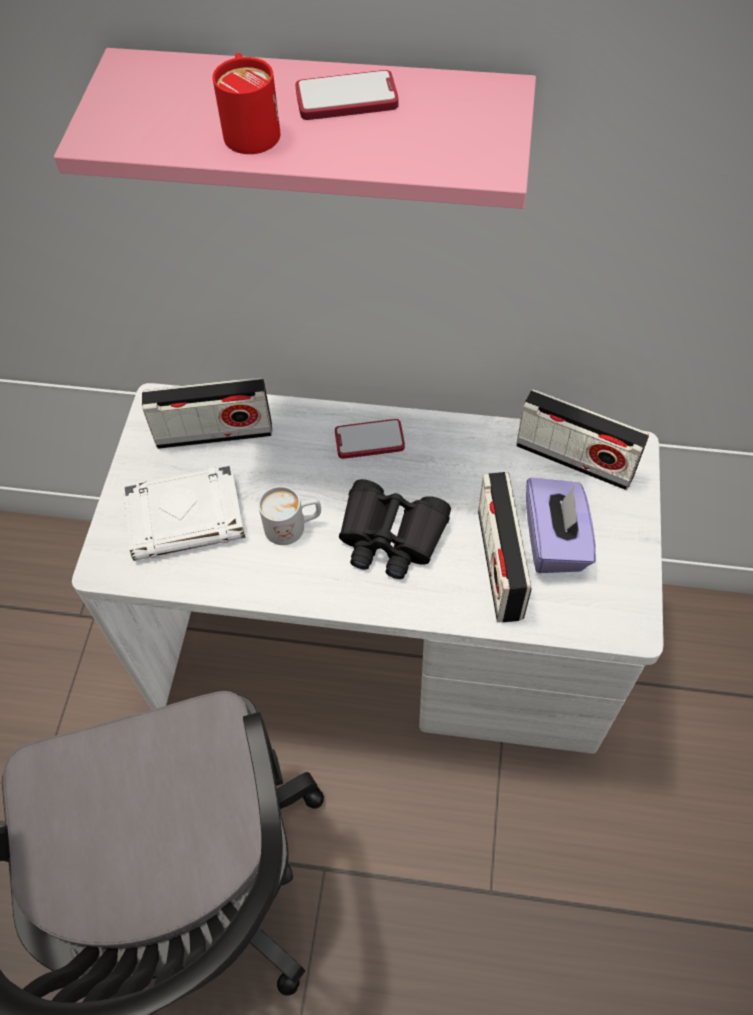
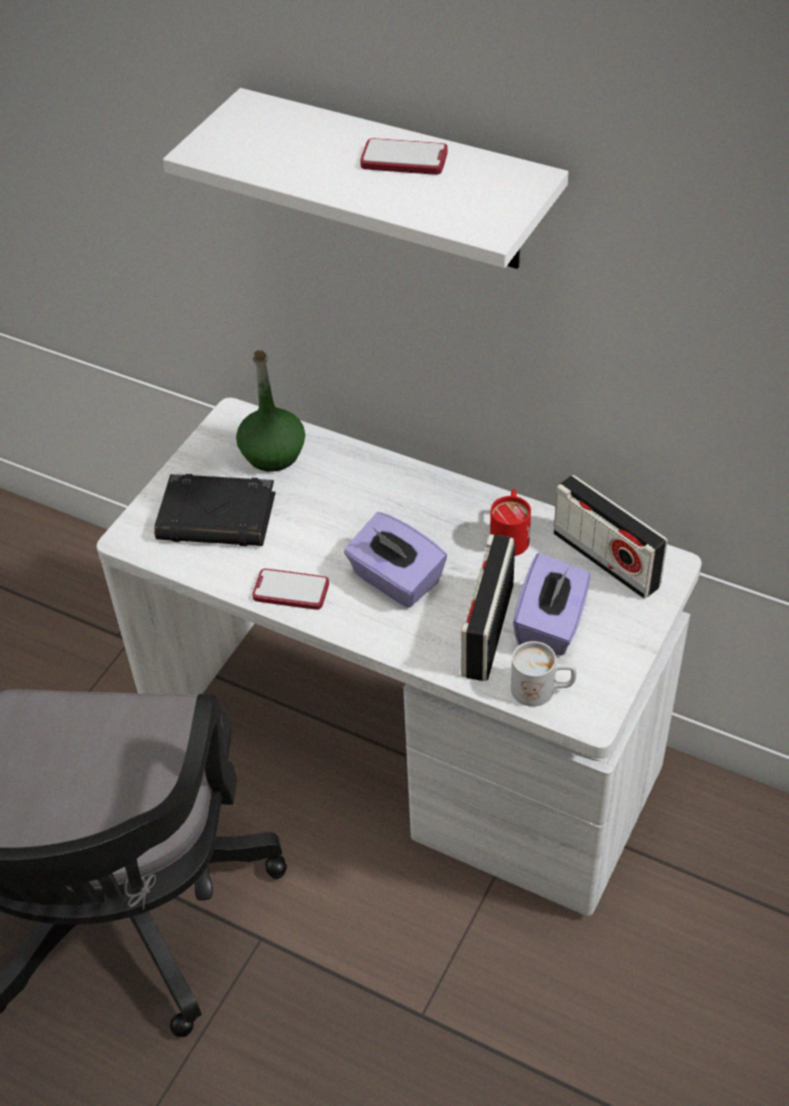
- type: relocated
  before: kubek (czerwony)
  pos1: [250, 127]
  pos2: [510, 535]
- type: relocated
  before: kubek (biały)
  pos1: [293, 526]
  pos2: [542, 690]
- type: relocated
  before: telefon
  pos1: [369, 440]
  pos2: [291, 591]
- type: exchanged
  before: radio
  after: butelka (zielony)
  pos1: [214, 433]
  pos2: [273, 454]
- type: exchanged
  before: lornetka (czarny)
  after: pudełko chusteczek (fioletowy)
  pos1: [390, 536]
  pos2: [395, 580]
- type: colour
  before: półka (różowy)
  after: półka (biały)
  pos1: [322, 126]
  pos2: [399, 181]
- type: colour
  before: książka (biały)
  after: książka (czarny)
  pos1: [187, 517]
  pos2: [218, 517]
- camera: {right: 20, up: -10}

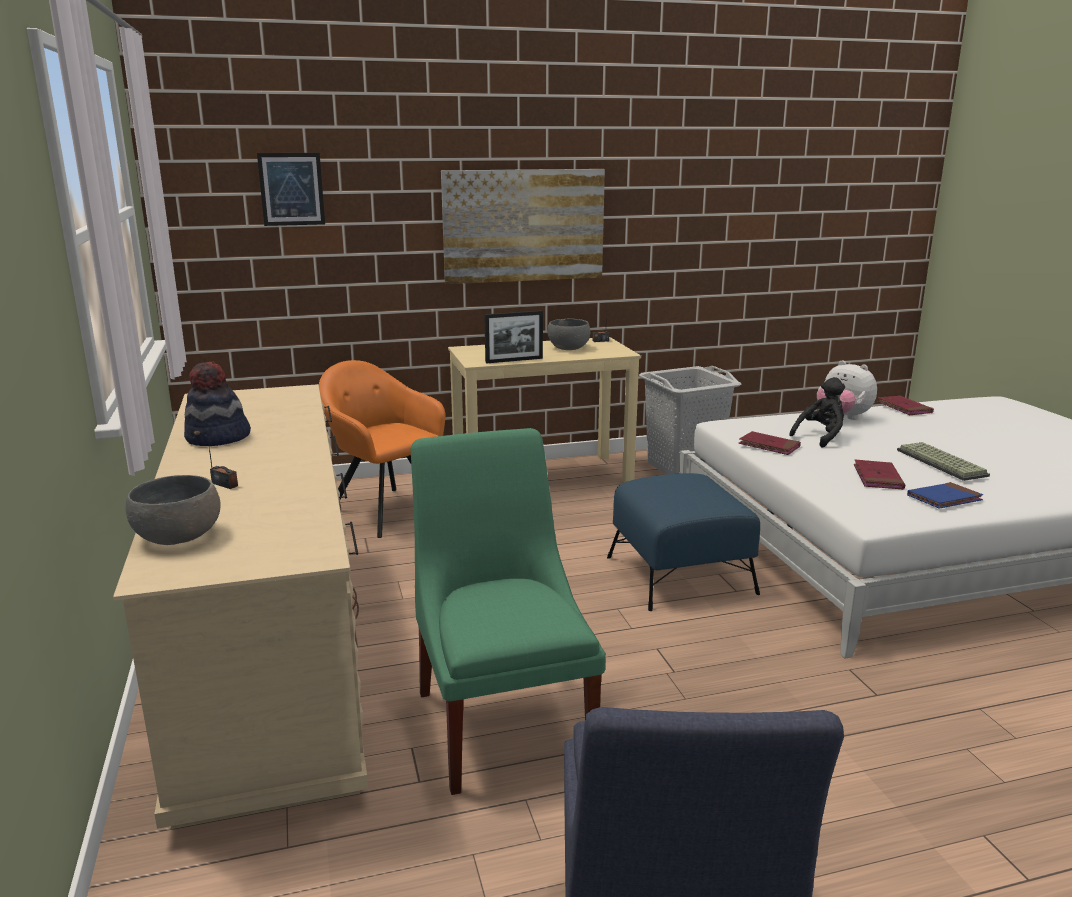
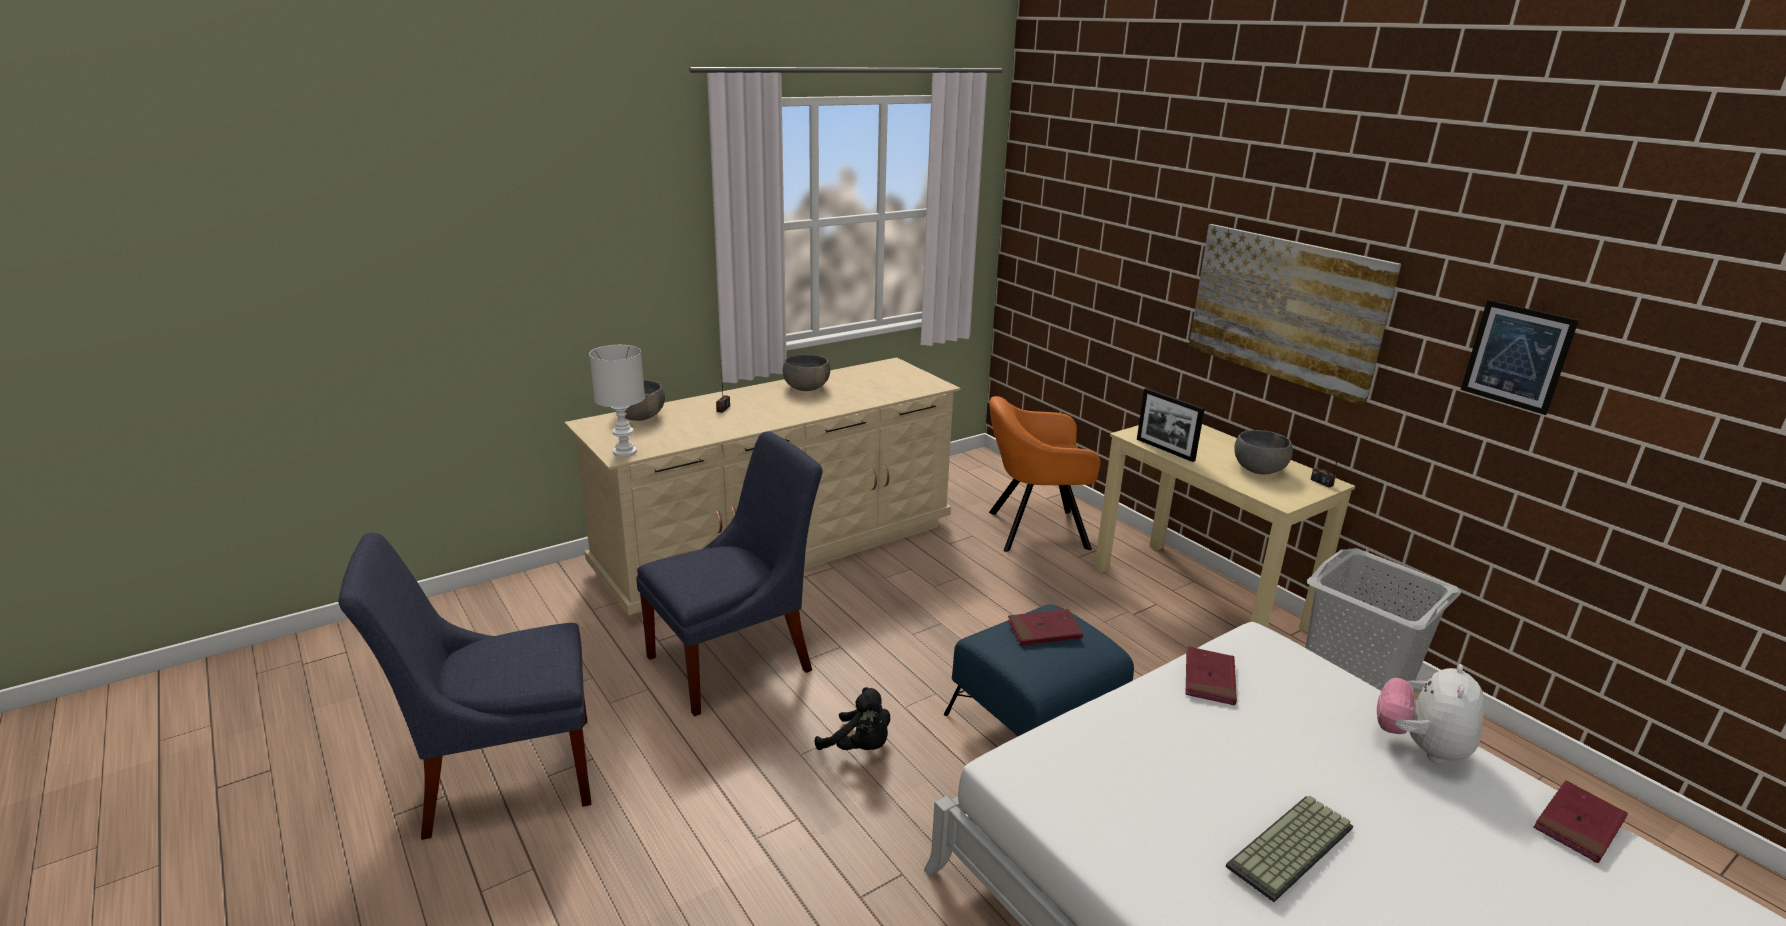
- type: missing
  before: książka (niebieski)
  pos1: [944, 499]
- type: appeared
  after: lampa stołowa (biały)
  pos2: [624, 452]
- type: relocated
  before: obraz
  pos1: [291, 189]
  pos2: [1517, 356]
- type: relocated
  before: pluszak (czarny)
  pos1: [820, 437]
  pos2: [859, 747]
- type: relocated
  before: książka (czerwony)
  pos1: [878, 478]
  pos2: [1044, 631]
- type: exchanged
  before: kapelusz
  after: miska (szary)
  pos1: [218, 438]
  pos2: [806, 388]
- type: colour
  before: krzesło (zielony)
  after: krzesło (niebieski)
  pos1: [503, 719]
  pos2: [736, 661]
- type: spun
  before: fotel (pomarańczowy)
  pos1: [384, 509]
  pos2: [1033, 530]
  turn: -120
- camera: {right: 70, up: 5}

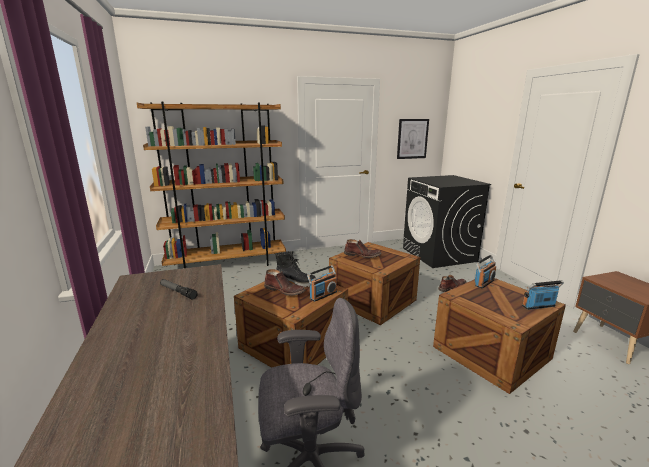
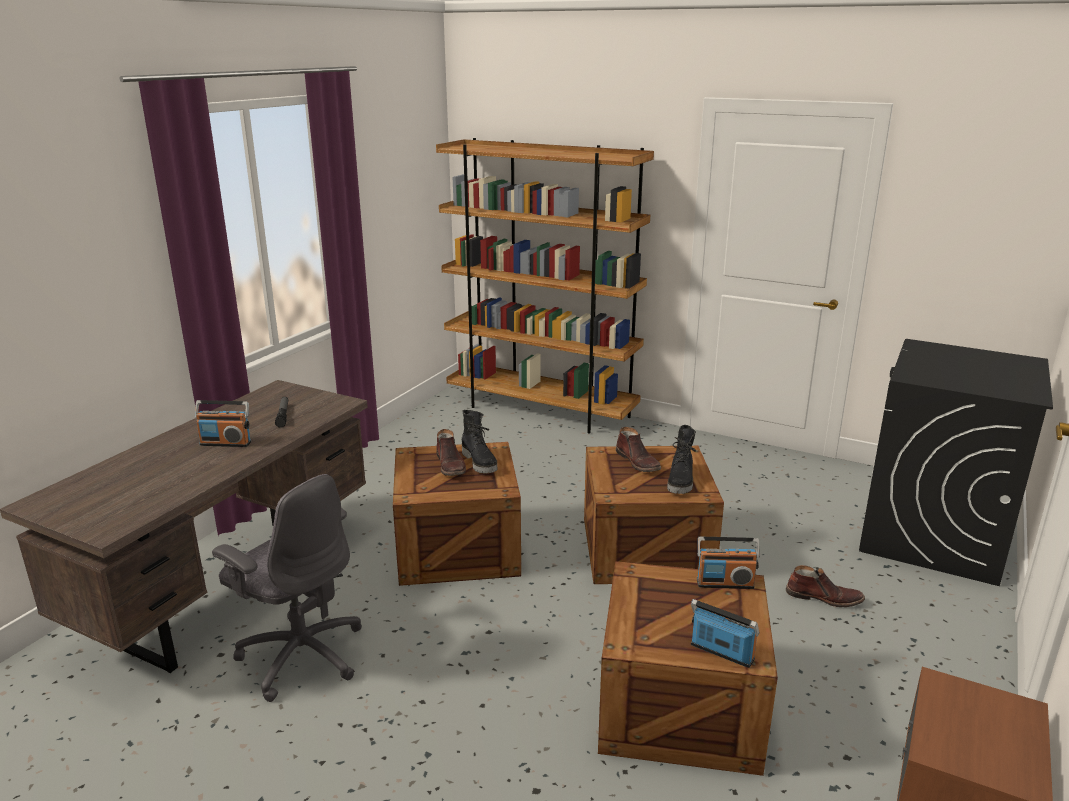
- type: missing
  before: obraz
  pos1: [412, 139]
- type: appeared
  after: but z cholewką (czarny)
  pos2: [681, 481]
- type: relocated
  before: radio
  pos1: [323, 295]
  pos2: [226, 443]
- camera: {right: 45, up: 5}

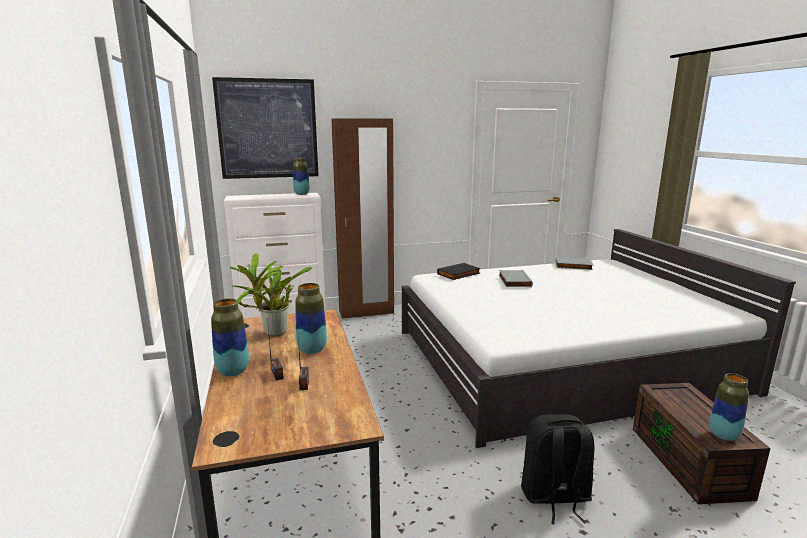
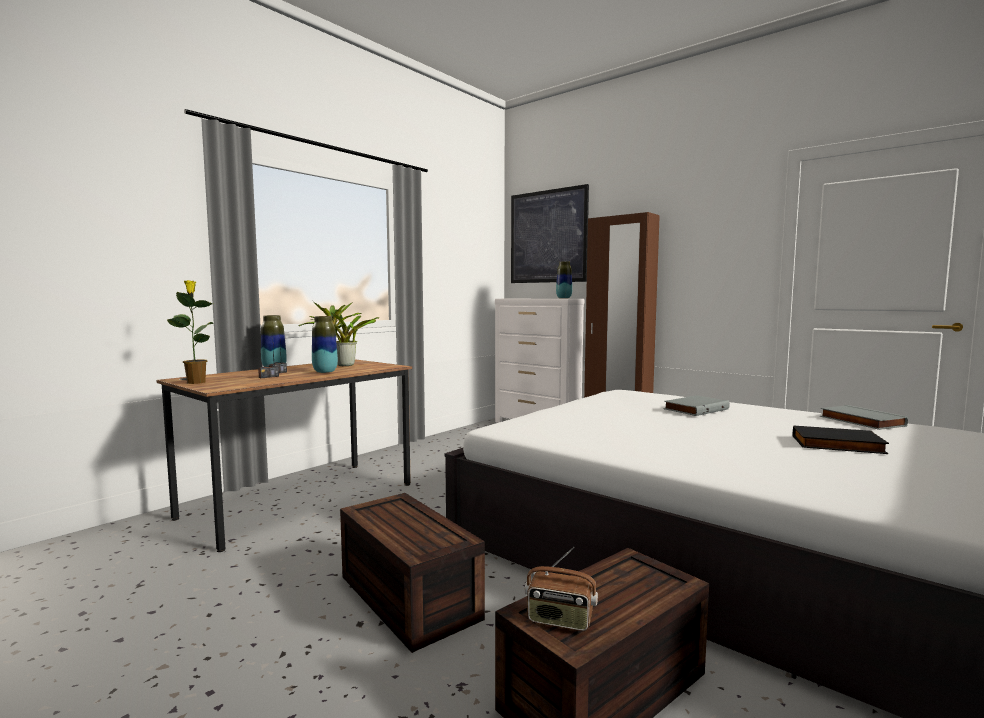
- type: appeared
  after: roślina doniczkowa
  pos2: [196, 382]
- type: relocated
  before: książka (czarny)
  pos1: [459, 274]
  pos2: [837, 445]
- type: exchanged
  before: plecak (czarny)
  after: pojemnik do przechowywania (brązowy)
  pos1: [554, 497]
  pos2: [405, 596]
- type: exchanged
  before: wazon
  after: radio
  pos1: [723, 435]
  pos2: [559, 620]
- camera: {right: 55, up: -10}

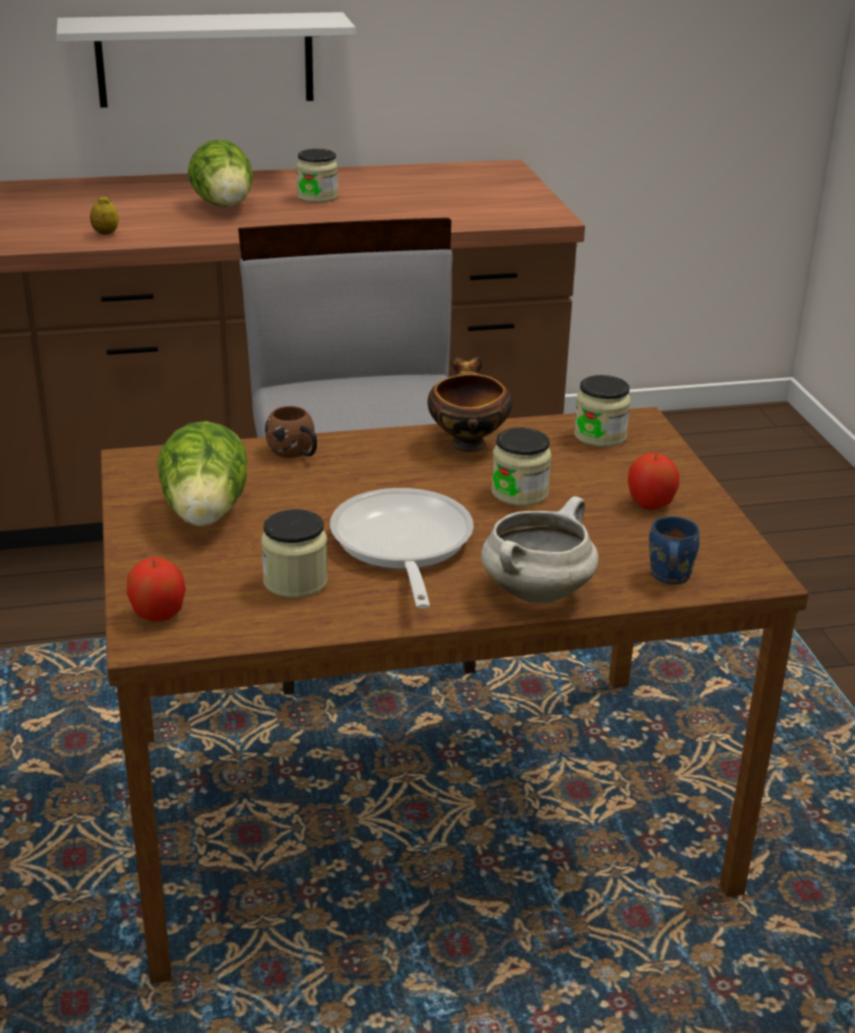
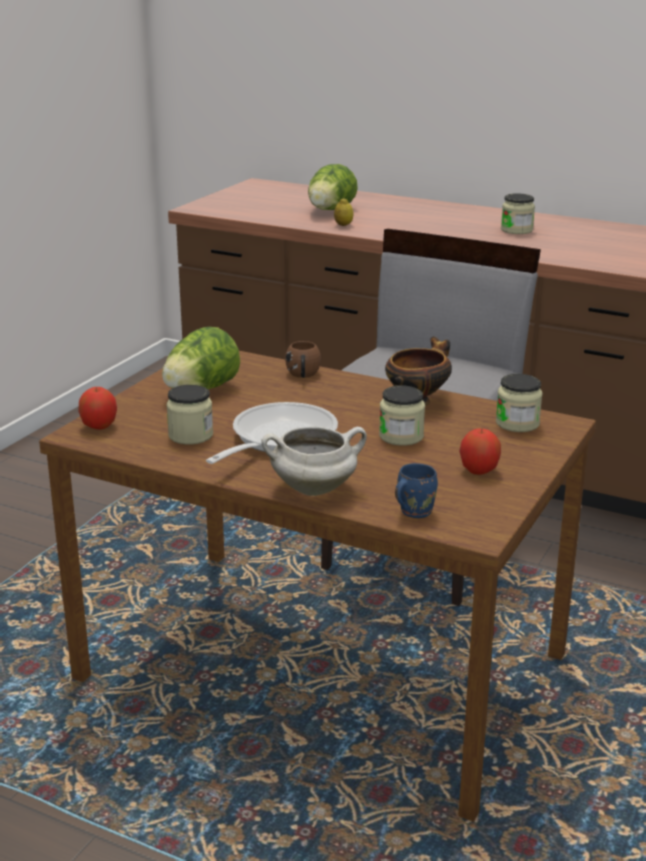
- type: missing
  before: półka (biały)
  pos1: [205, 59]
- type: relocated
  before: sałata
  pos1: [225, 206]
  pos2: [330, 211]
- camera: {right: 40, up: -5}

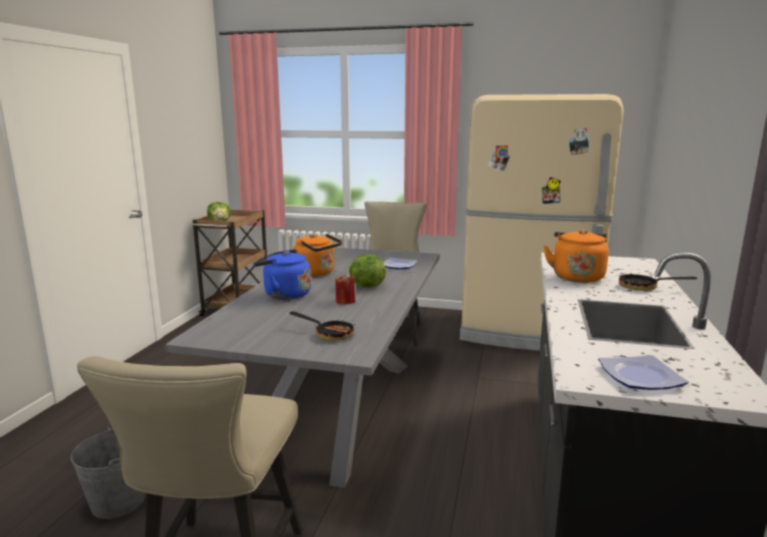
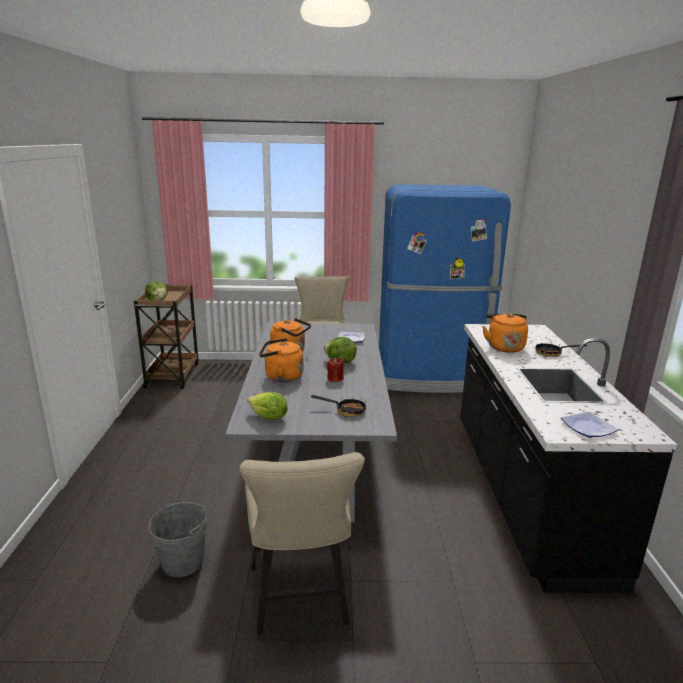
- type: appeared
  after: sałata
  pos2: [269, 418]
- type: colour
  before: czajnik (niebieski)
  after: czajnik (pomarańczowy)
  pos1: [284, 294]
  pos2: [281, 376]
- type: colour
  before: lodówka (beżowy)
  after: lodówka (niebieski)
  pos1: [526, 332]
  pos2: [431, 377]
- camera: {right: -15, up: 5}

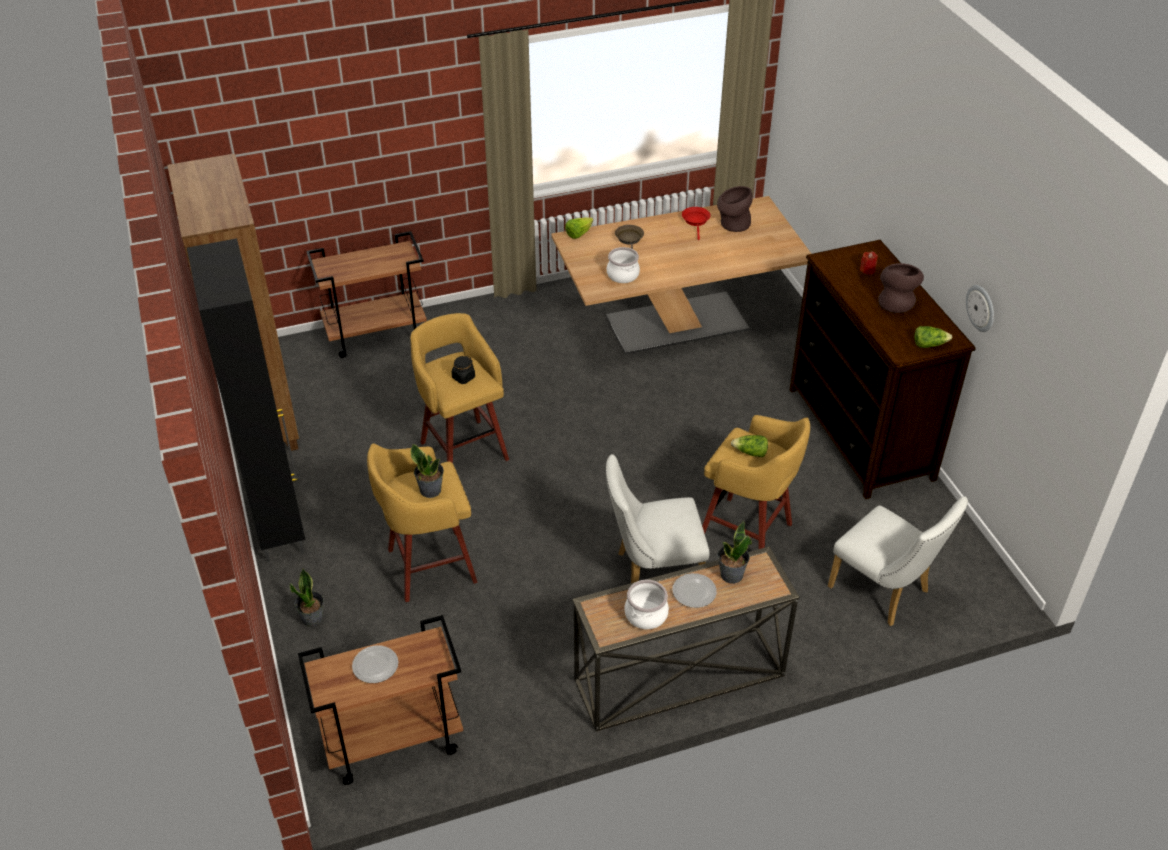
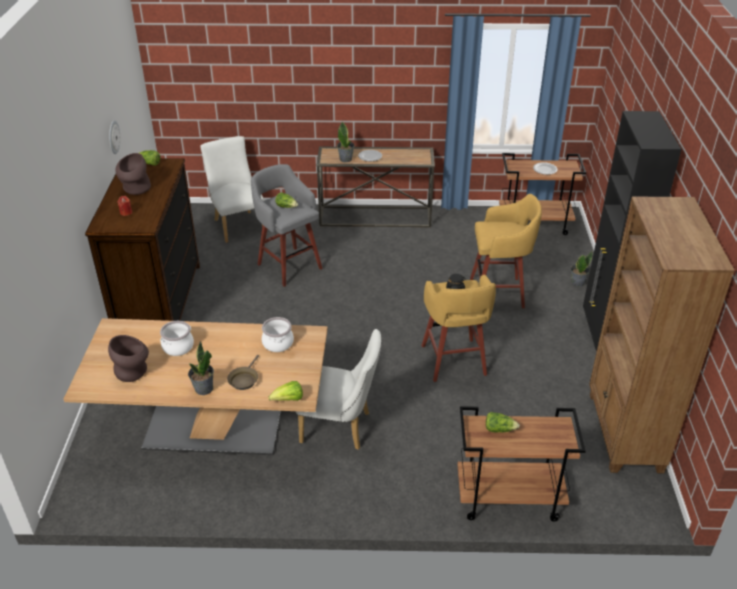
- type: missing
  before: patelnia (czerwony)
  pos1: [696, 221]
- type: appeared
  after: sałata
  pos2: [499, 429]
- type: relocated
  before: roślina doniczkowa
  pos1: [430, 490]
  pos2: [203, 389]
- type: relocated
  before: krzesło (biały)
  pos1: [652, 573]
  pos2: [341, 428]
- type: relocated
  before: garnek
  pos1: [645, 614]
  pos2: [178, 347]
- type: colour
  before: stołek (żółty)
  after: stołek (szary)
  pos1: [747, 534]
  pos2: [288, 265]
- camera: {right: -160, up: -5}

